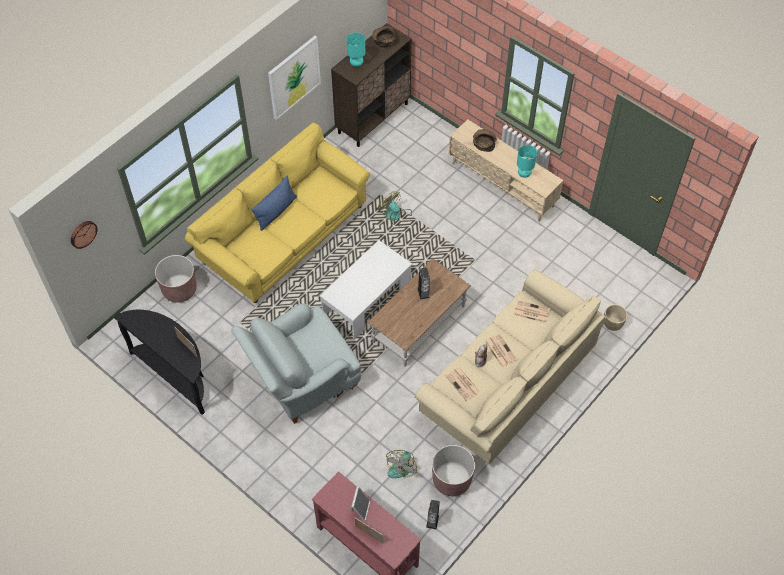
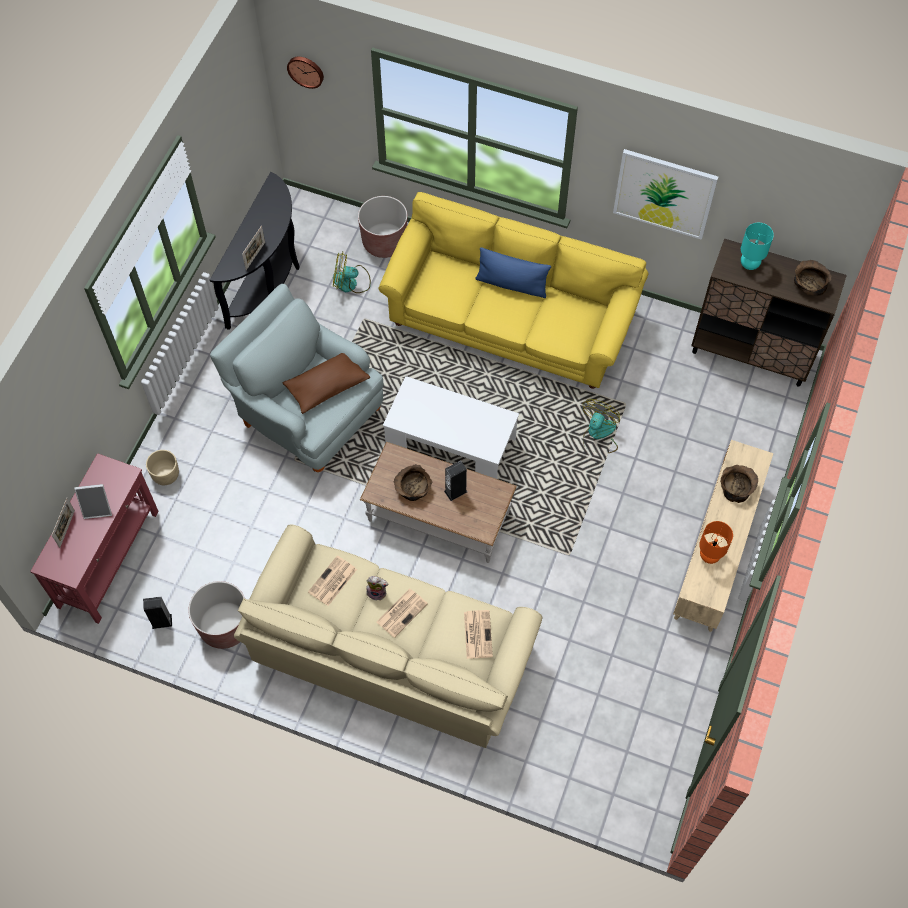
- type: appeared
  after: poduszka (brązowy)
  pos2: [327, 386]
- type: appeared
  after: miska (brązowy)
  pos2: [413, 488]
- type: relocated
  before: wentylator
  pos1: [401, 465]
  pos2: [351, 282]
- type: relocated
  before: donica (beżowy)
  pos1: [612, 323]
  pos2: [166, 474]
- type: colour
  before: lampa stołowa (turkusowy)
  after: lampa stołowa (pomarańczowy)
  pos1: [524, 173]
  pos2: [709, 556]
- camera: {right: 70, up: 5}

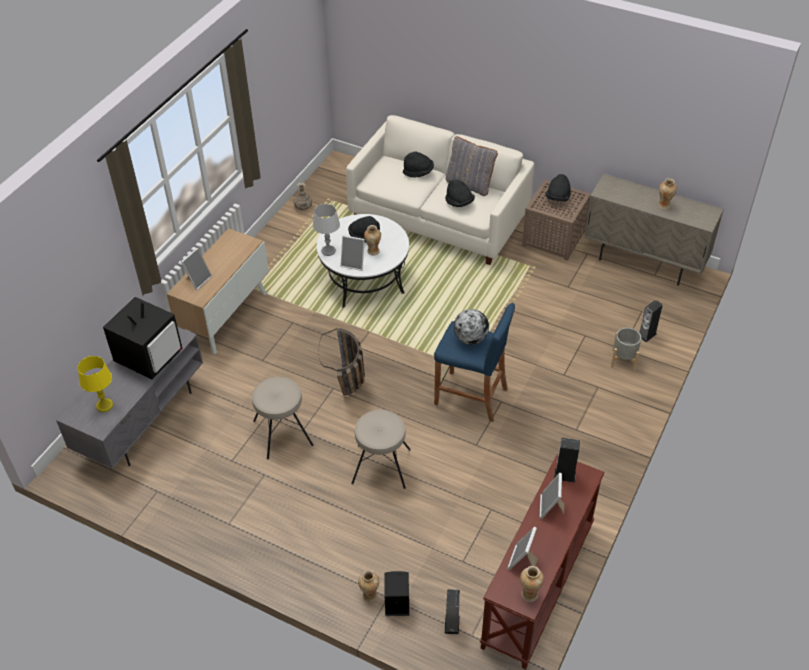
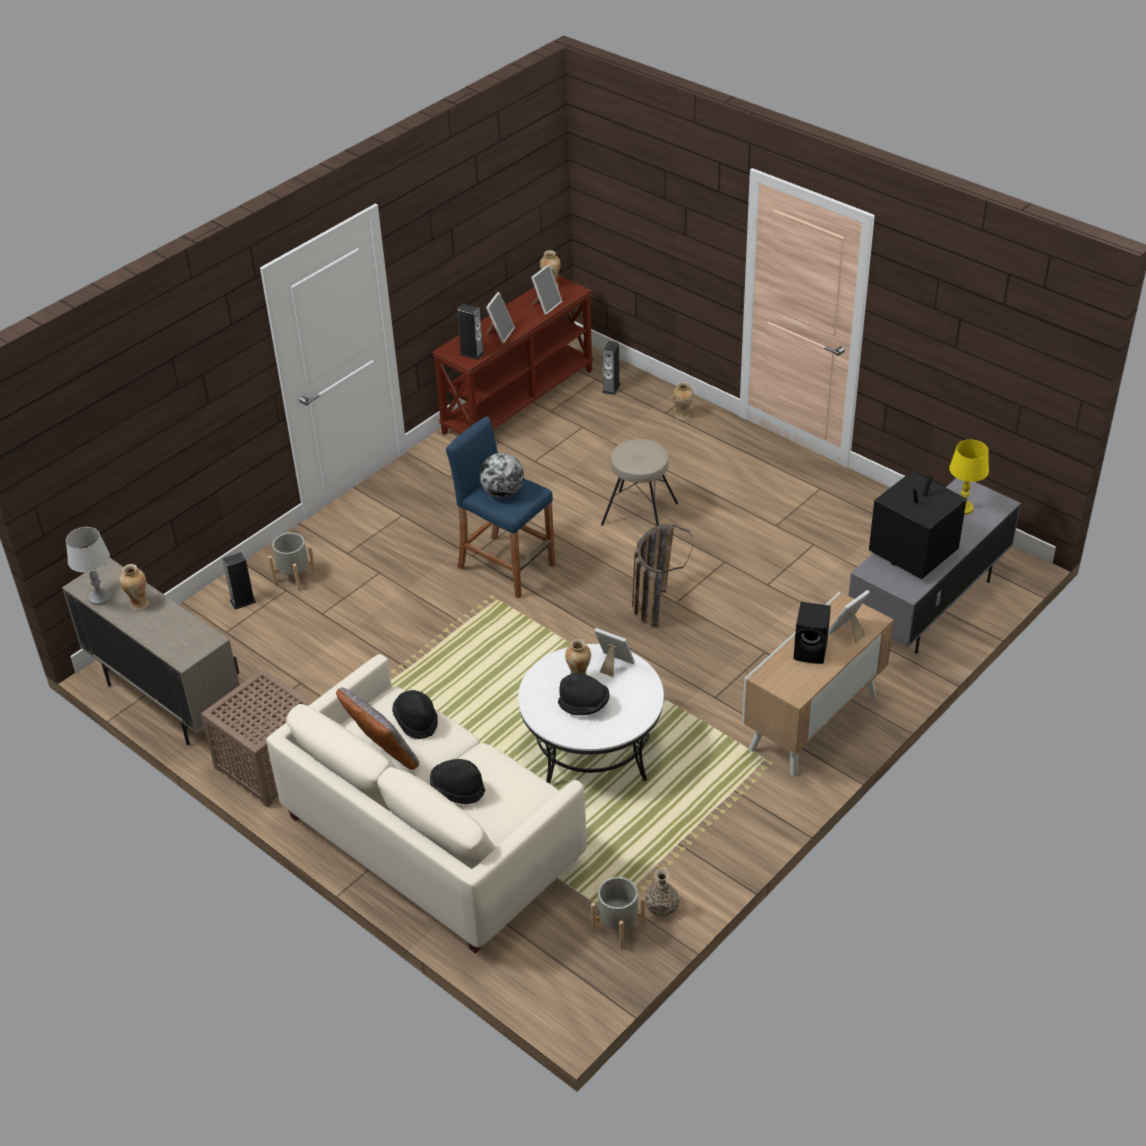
- type: missing
  before: stołek (beżowy)
  pos1: [282, 433]
- type: missing
  before: kapelusz (czarny)
  pos1: [557, 197]
- type: appeared
  after: donica (szary)
  pos2: [618, 927]
- type: relocated
  before: lampa stołowa (szary)
  pos1: [328, 251]
  pos2: [100, 597]
- type: relocated
  before: głośnik (czarny)
  pos1: [396, 603]
  pos2: [811, 651]
- camera: {right: -165, up: -5}

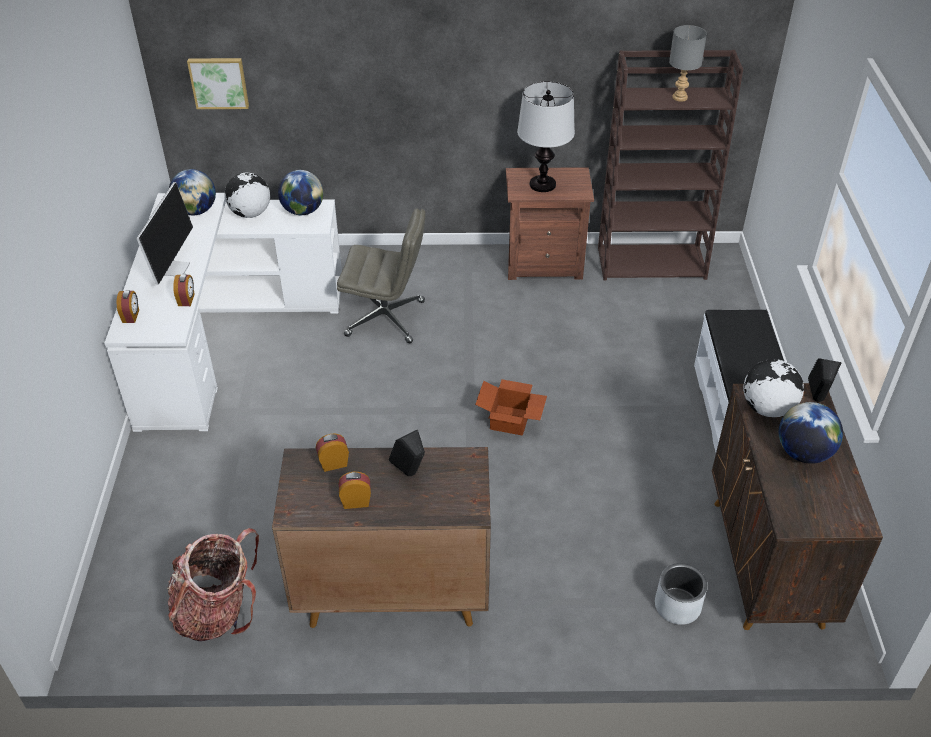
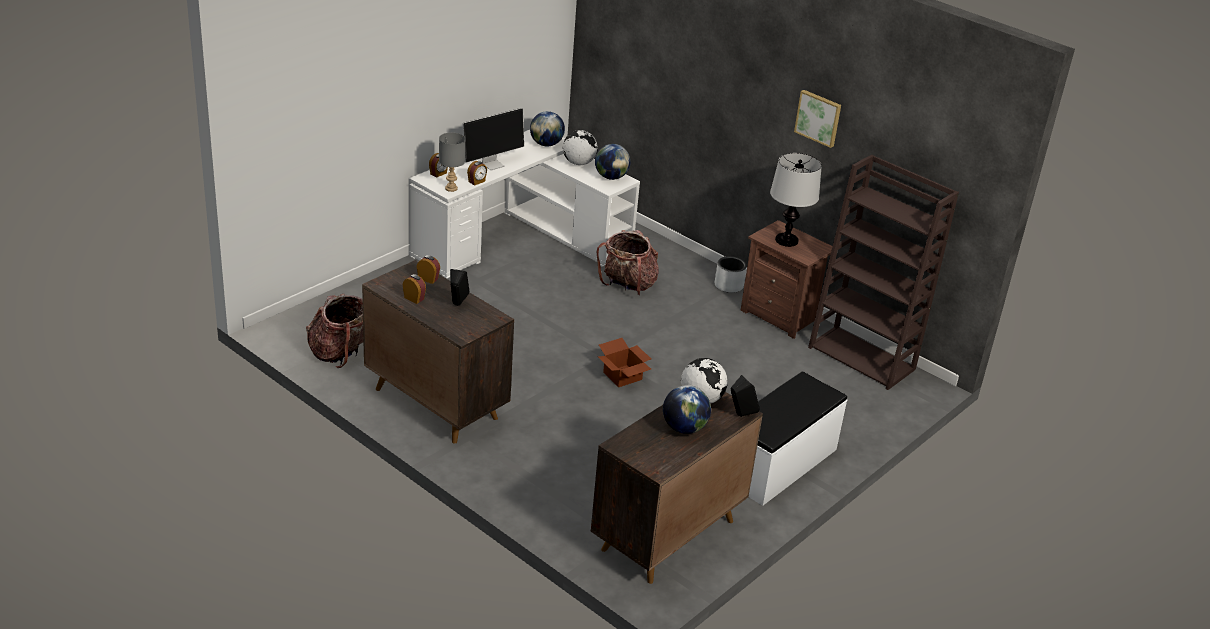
- type: relocated
  before: obraz
  pos1: [219, 82]
  pos2: [818, 118]
- type: relocated
  before: donica (szary)
  pos1: [678, 606]
  pos2: [729, 286]
- type: relocated
  before: lampa stołowa (szary)
  pos1: [679, 98]
  pos2: [450, 188]
- type: exchanged
  before: krzesło biurowe (szary)
  after: plecak
  pos1: [386, 318]
  pos2: [628, 285]
- camera: {right: 40, up: -10}

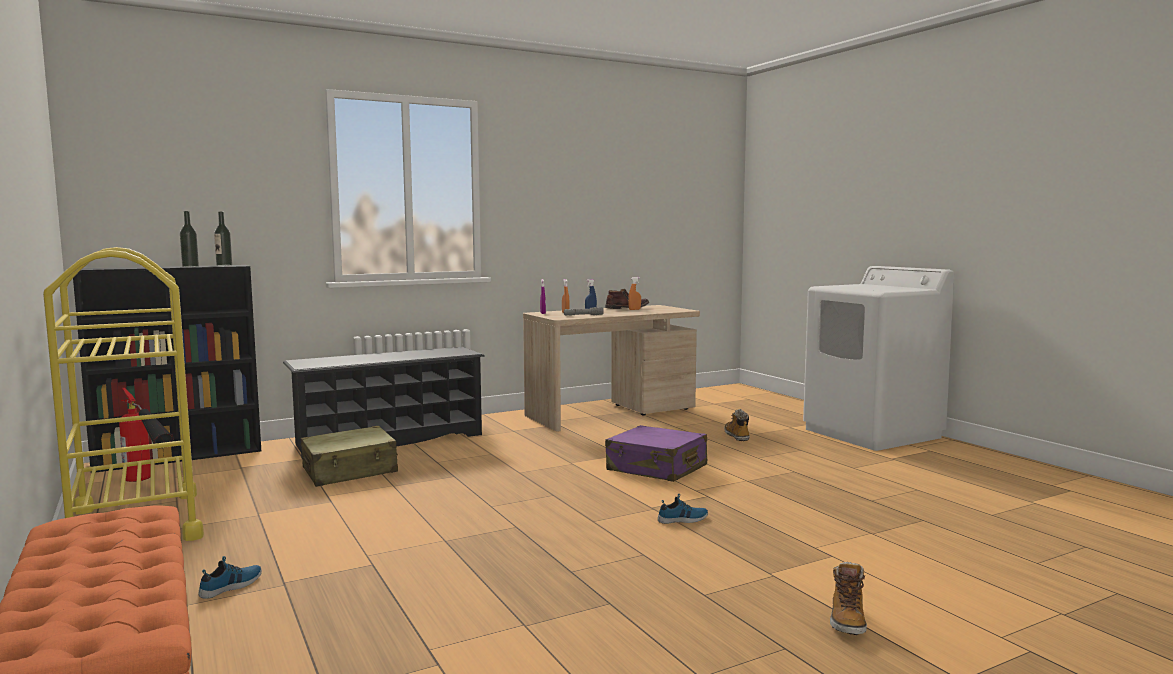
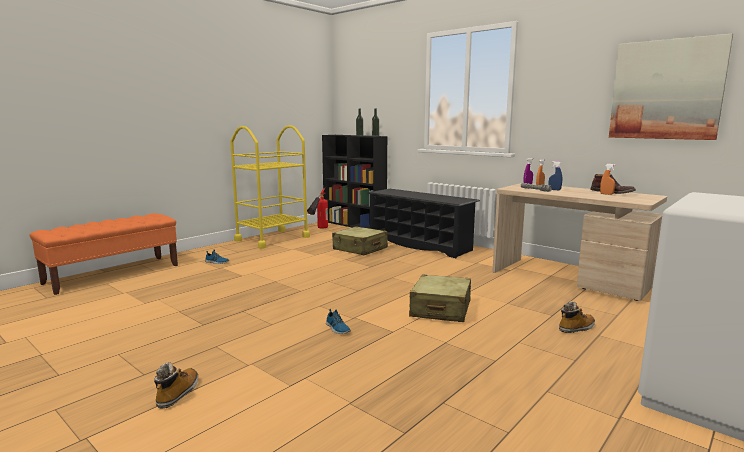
- type: appeared
  after: obraz
  pos2: [666, 90]
- type: colour
  before: walizka (fioletowy)
  after: walizka (beżowy)
  pos1: [656, 468]
  pos2: [440, 309]
- type: spun
  before: but z cholewką
  pos1: [847, 620]
  pos2: [178, 393]
  turn: 105
- camera: {right: 70, up: 5}

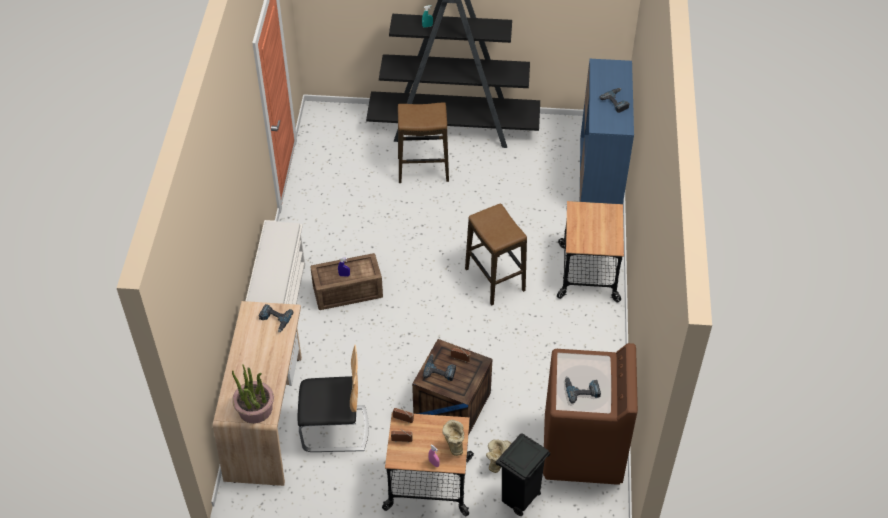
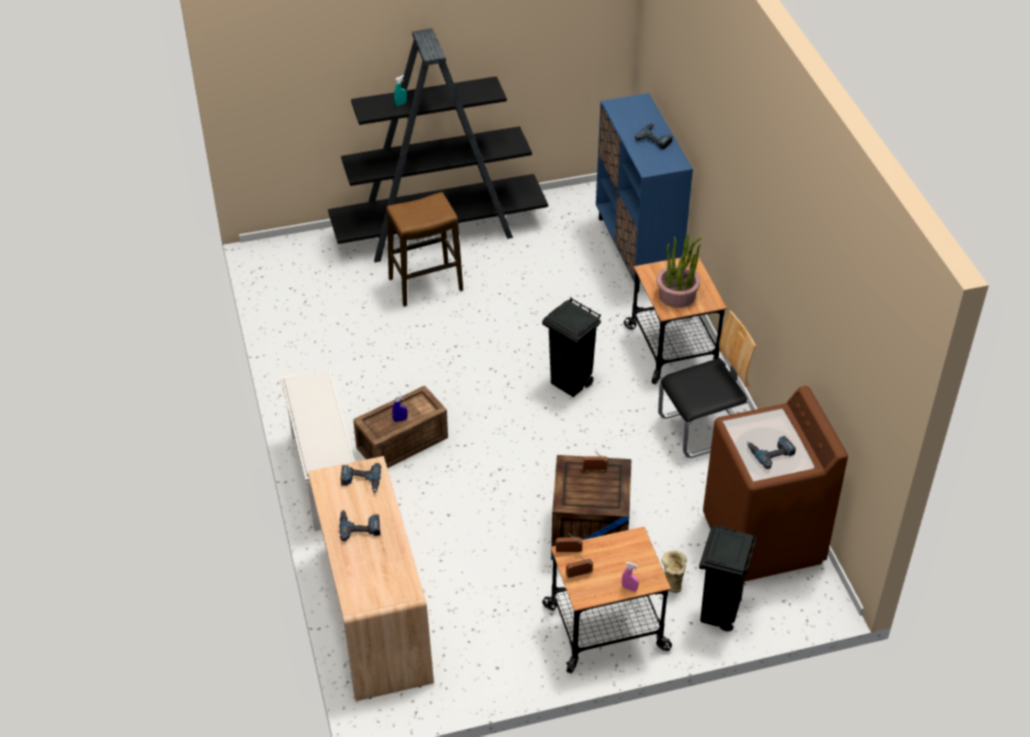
- type: missing
  before: but z cholewką
  pos1: [453, 441]
- type: relocated
  before: roślina doniczkowa
  pos1: [255, 409]
  pos2: [677, 295]
- type: relocated
  before: krzesło
  pos1: [335, 429]
  pos2: [703, 429]
- type: relocated
  before: wiertarka
  pos1: [440, 370]
  pos2: [359, 526]
- type: exchanged
  before: stołek
  after: kosz na śmieci (czarny)
  pos1: [495, 280]
  pos2: [571, 384]
- camera: {right: -20, up: -5}

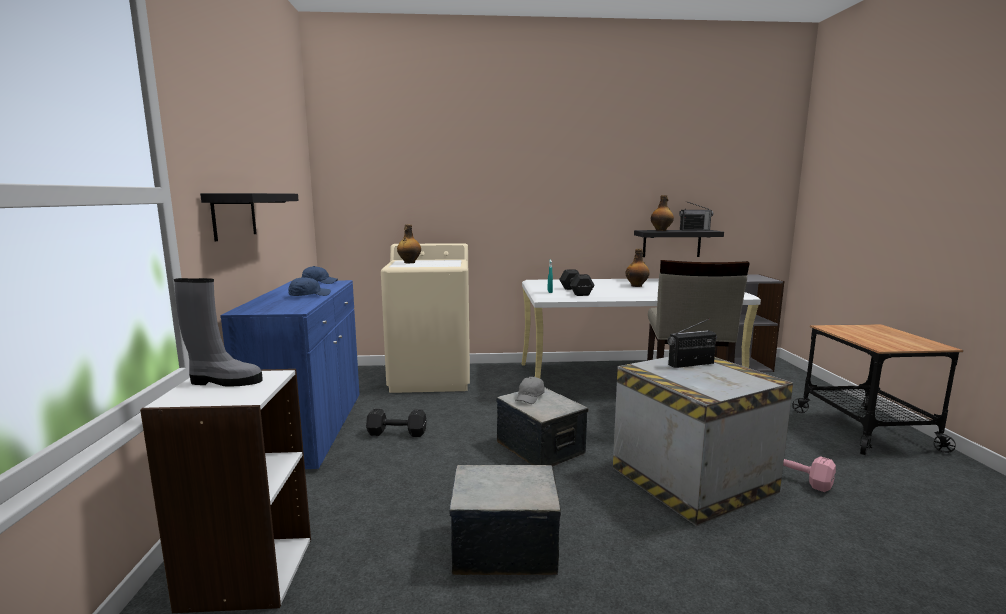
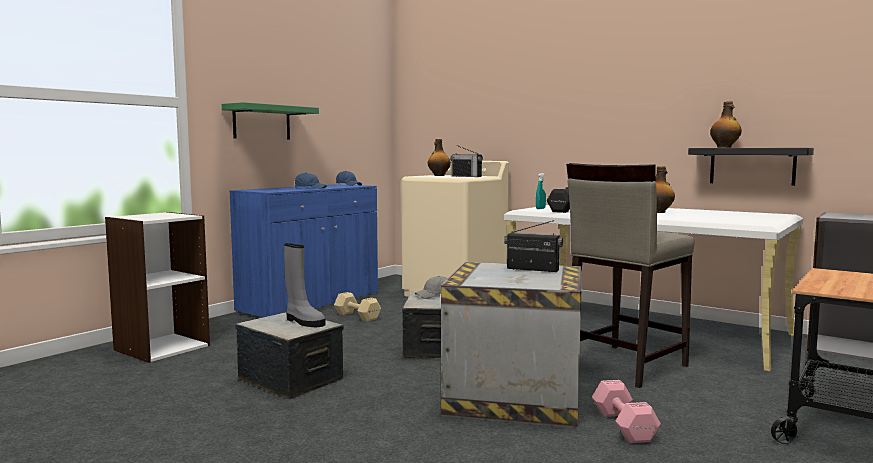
- type: relocated
  before: but z cholewką (szary)
  pos1: [224, 381]
  pos2: [304, 322]
- type: relocated
  before: radio
  pos1: [694, 230]
  pos2: [466, 176]
- type: colour
  before: półka (czarny)
  after: półka (zielony)
  pos1: [234, 215]
  pos2: [262, 122]
- type: colour
  before: hantel (czarny)
  after: hantel (beżowy)
  pos1: [396, 433]
  pos2: [357, 316]
- camera: {right: 40, up: -5}

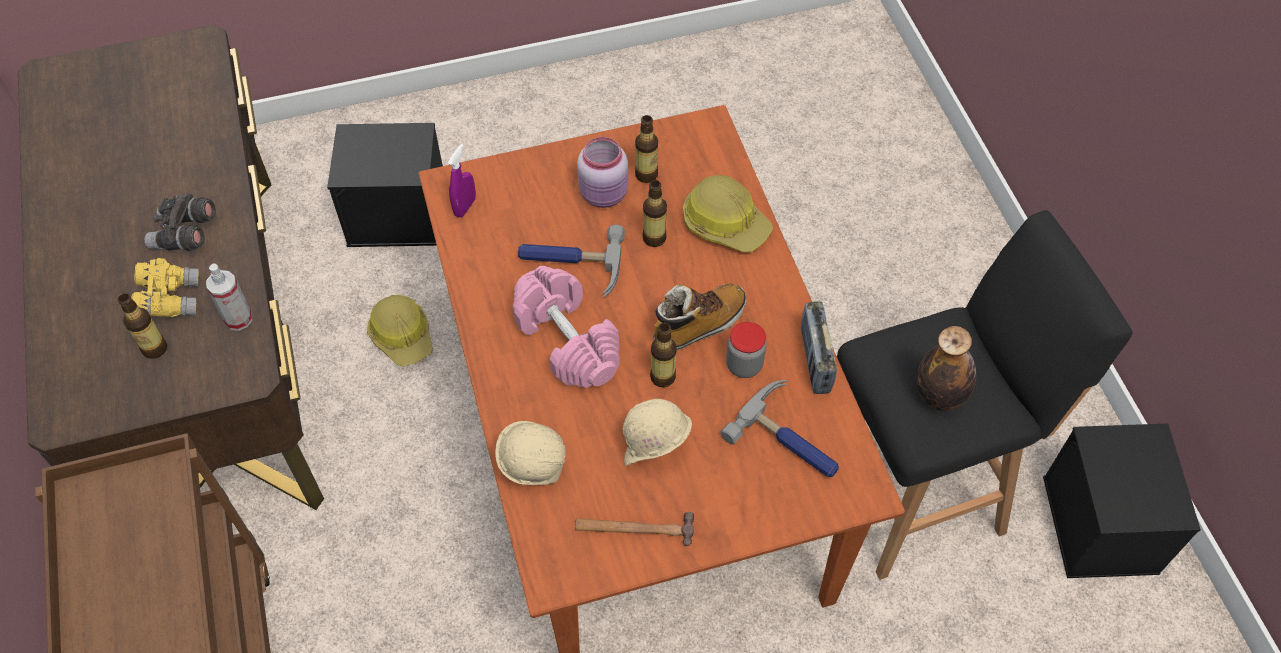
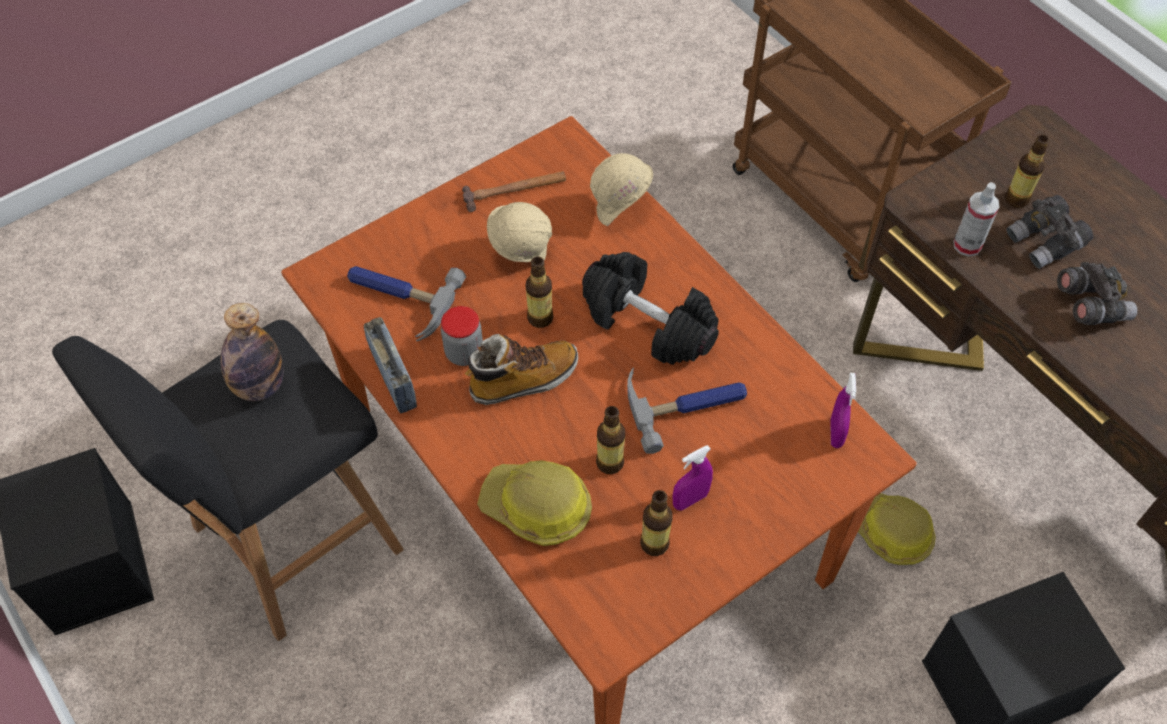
- type: exchanged
  before: słoik (różowy)
  after: spryskiwacz (fioletowy)
  pos1: [605, 195]
  pos2: [690, 500]
- type: colour
  before: lornetka (żółty)
  after: lornetka (szary)
  pos1: [170, 299]
  pos2: [1045, 243]
- type: colour
  before: hantel (różowy)
  after: hantel (czarny)
  pos1: [568, 341]
  pos2: [647, 324]
- type: spun
  before: but z cholewką
  pos1: [699, 324]
  pos2: [523, 380]
  turn: -150
- camera: {right: 160, up: 0}

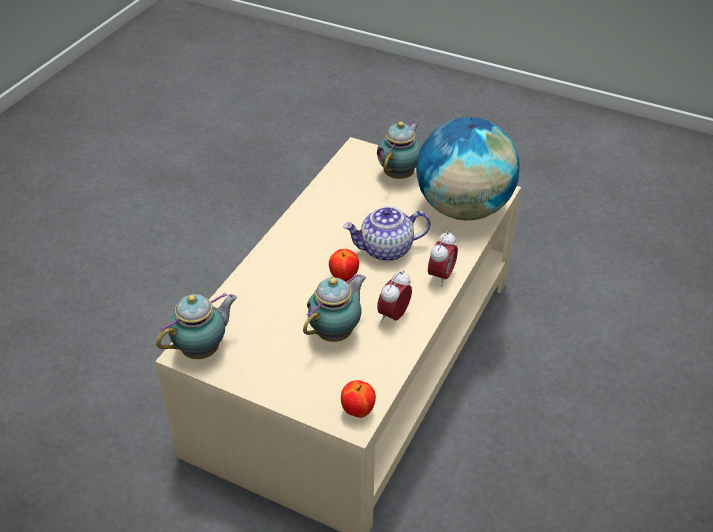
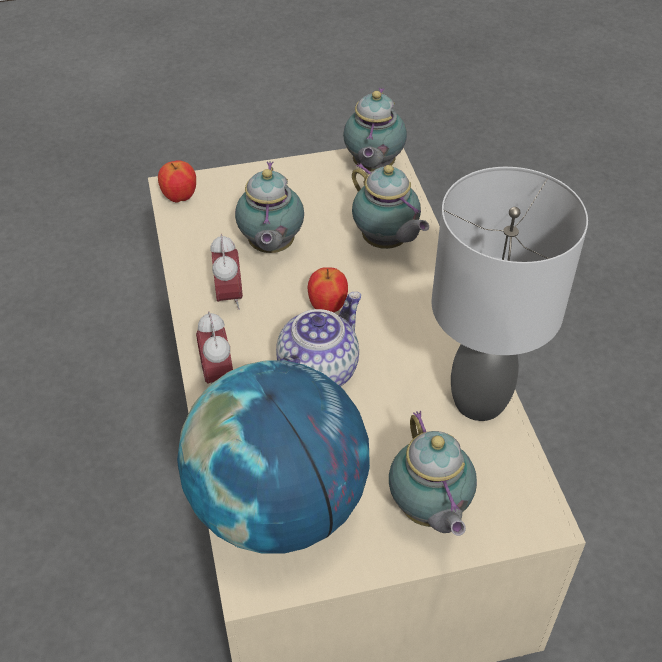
- type: appeared
  after: imbryk
  pos2: [386, 243]
- type: appeared
  after: lampa stołowa (szary)
  pos2: [477, 400]
- camera: {right: 140, up: 5}

